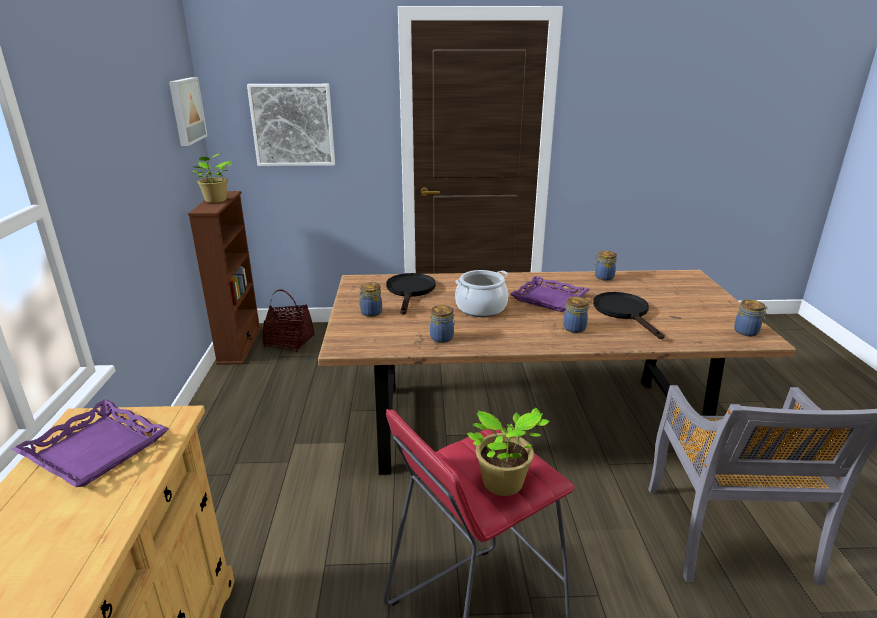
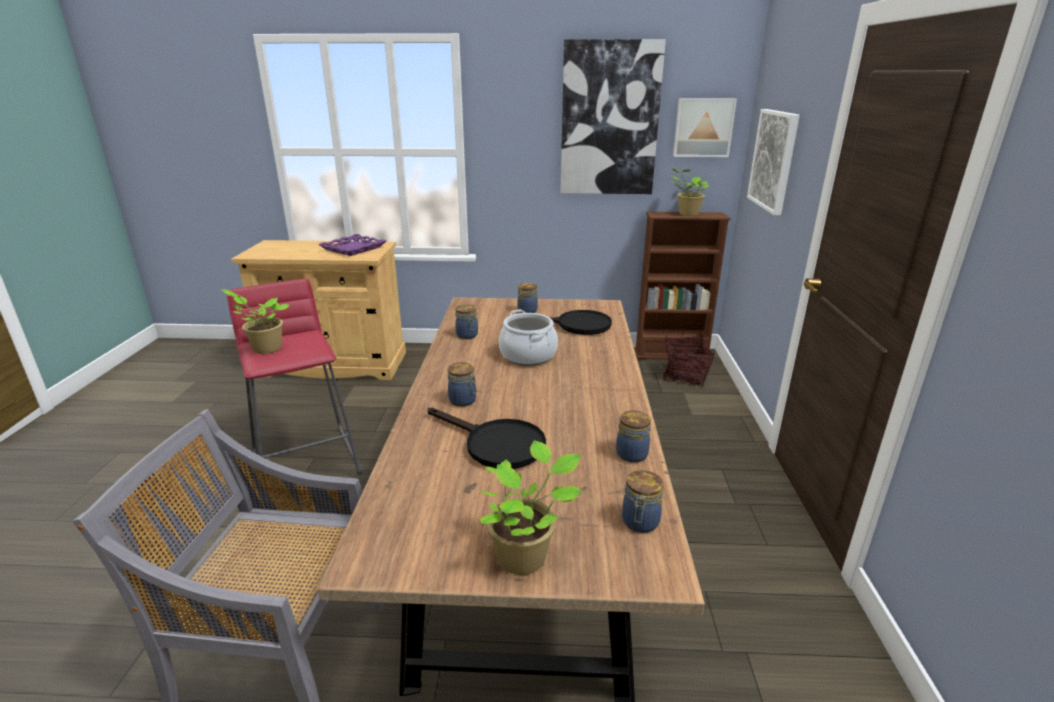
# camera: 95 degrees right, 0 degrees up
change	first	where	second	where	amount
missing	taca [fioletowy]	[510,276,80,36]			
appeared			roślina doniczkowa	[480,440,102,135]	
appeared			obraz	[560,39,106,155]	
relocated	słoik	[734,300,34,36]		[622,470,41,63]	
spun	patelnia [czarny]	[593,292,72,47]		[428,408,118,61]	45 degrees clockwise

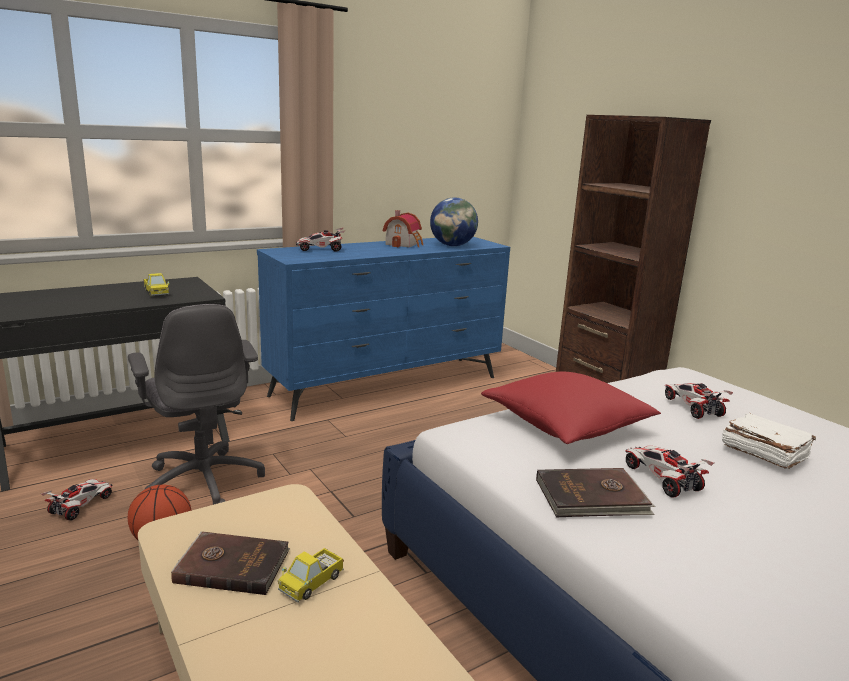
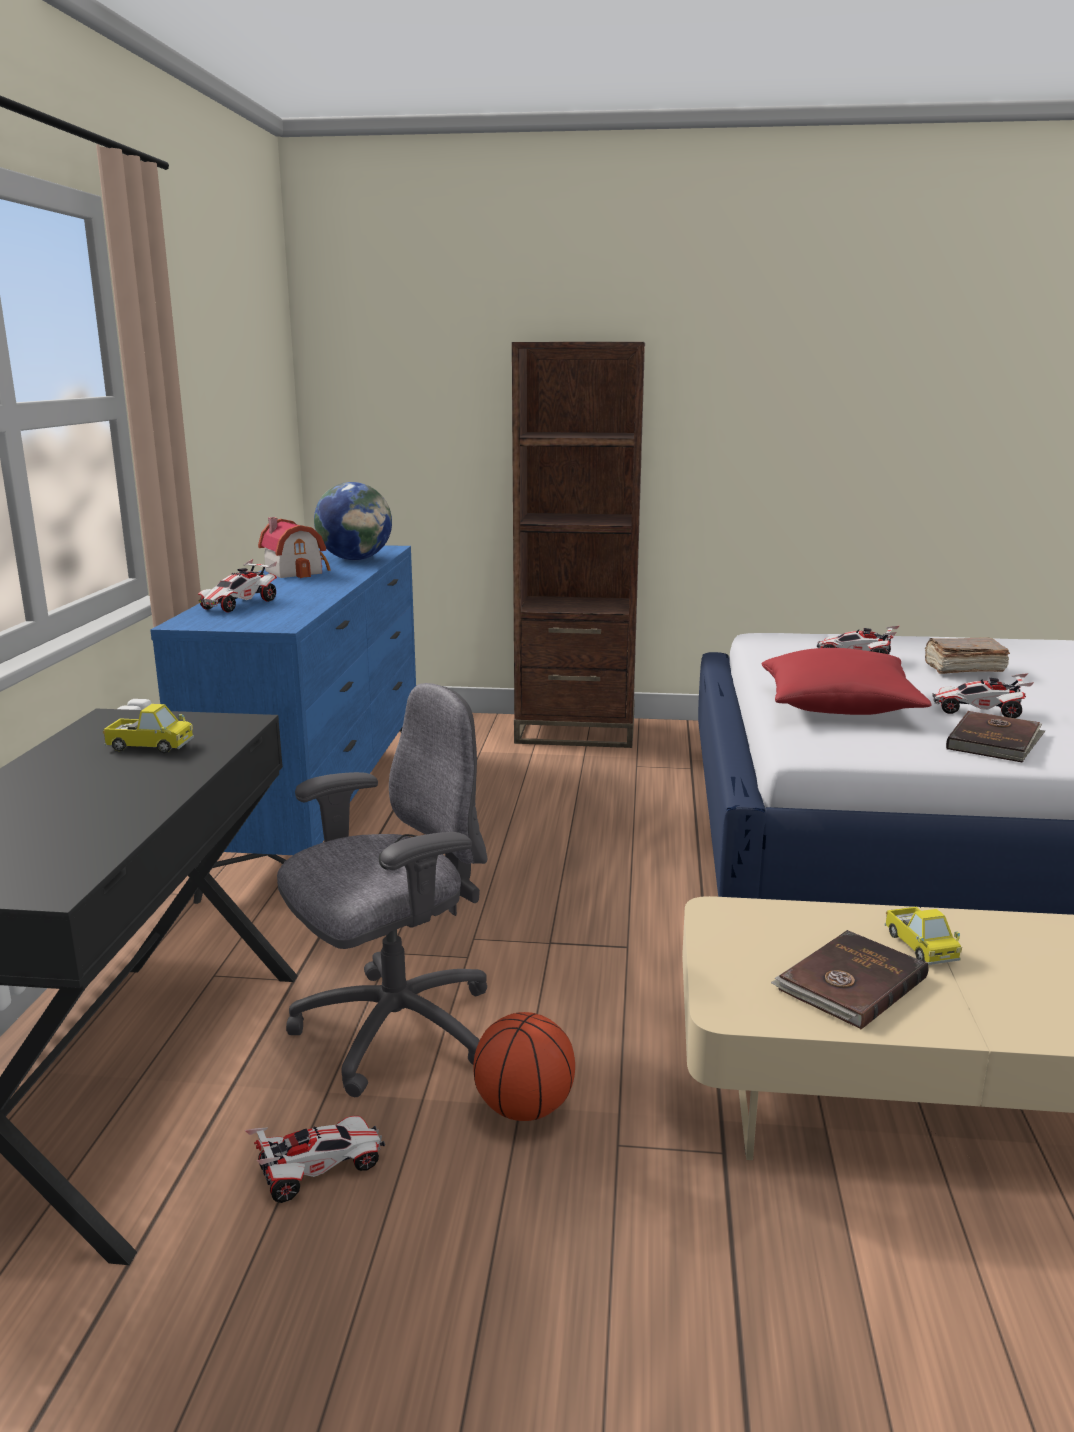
# camera: 50 degrees left, 0 degrees up
change	first	where	second	where	amount
colour	książka [biały]	[722,413,94,56]	książka [brązowy]	[925,637,85,37]	
spun	samochodzik	[41,479,72,42]		[245,1116,140,87]	90 degrees clockwise
spun	krzesło biurowe [szary]	[128,304,137,201]		[277,683,210,414]	45 degrees counterclockwise

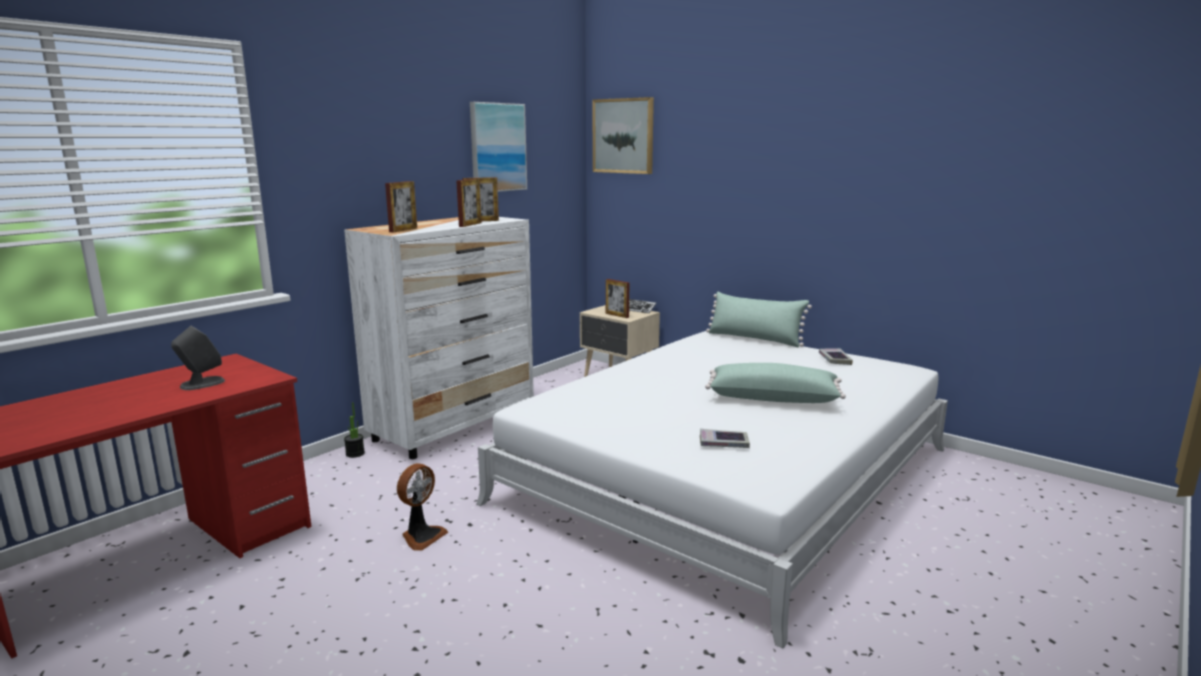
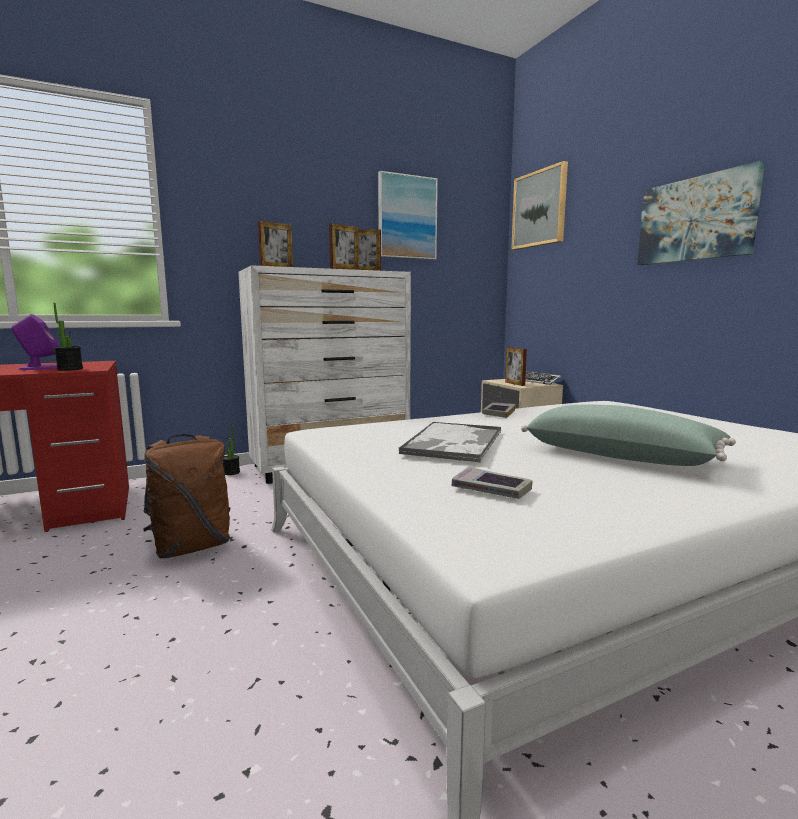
# camera: 25 degrees right, 5 degrees down
change	first	where	second	where	amount
missing	poduszka [zielony]	[706,292,106,55]			
appeared			roślina doniczkowa	[53,303,30,68]	
appeared			taca	[398,422,103,40]	
appeared			obraz	[637,161,128,104]	
relocated	książka	[819,348,34,17]		[482,403,34,15]	
exchanged	wentylator	[397,463,51,88]	plecak [brązowy]	[143,434,88,124]	
colour	głośnik [szary]	[171,326,54,64]	głośnik [fioletowy]	[11,314,47,56]	

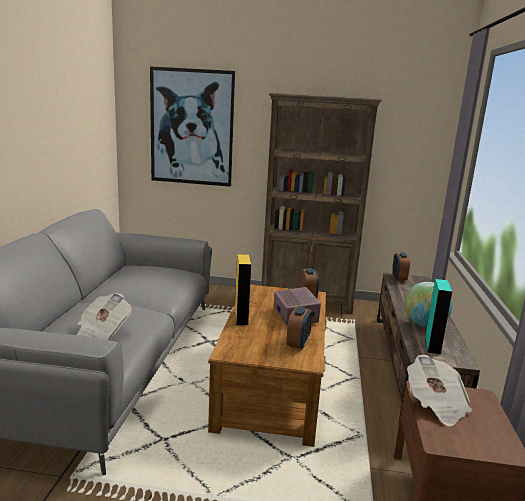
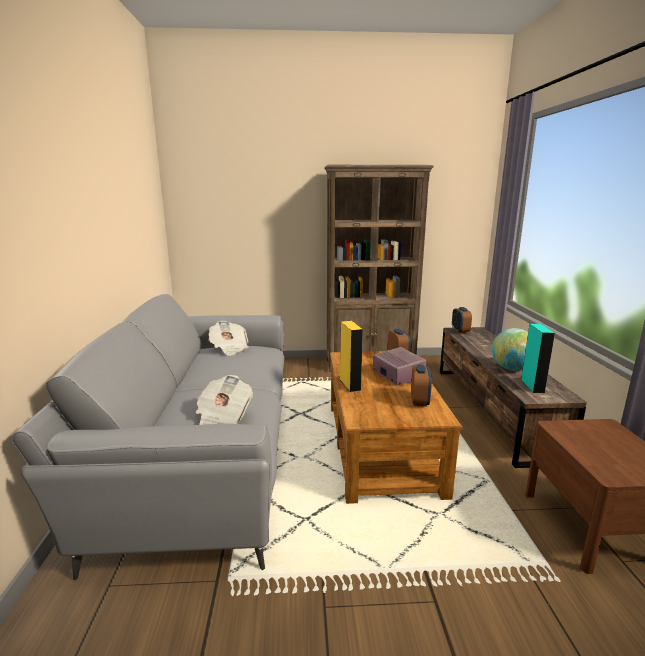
# camera: 10 degrees left, 0 degrees up
change	first	where	second	where	amount
missing	obraz	[150,67,85,120]			
relocated	gazeta	[407,355,65,72]		[209,321,40,35]	

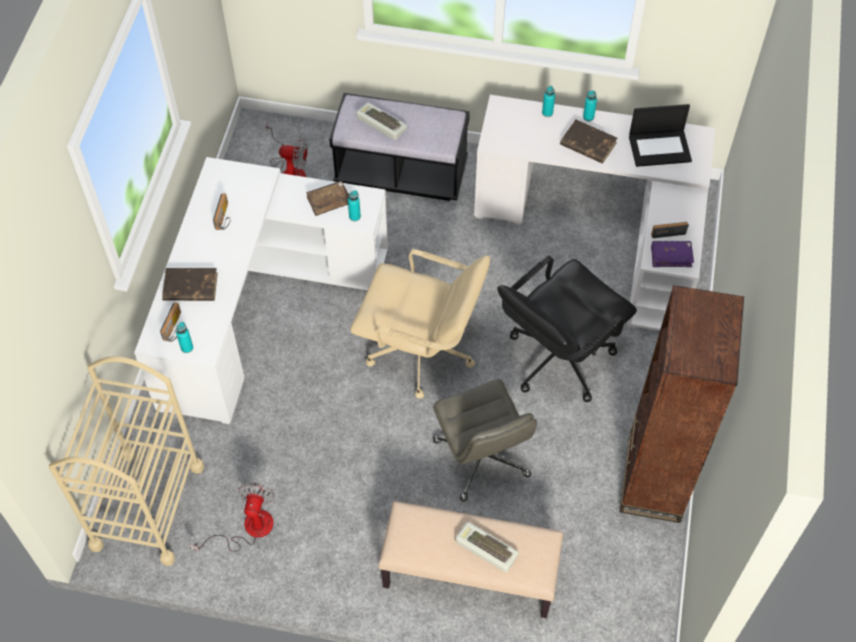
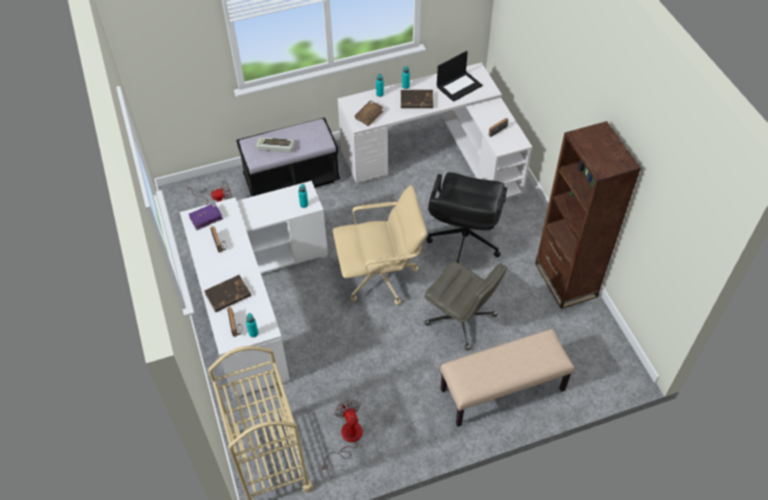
# camera: 30 degrees left, 5 degrees down
change	first	where	second	where	amount
missing	klawiatura	[455,522,64,50]			
relocated	książka [brązowy]	[307,181,42,35]		[355,101,29,25]	
relocated	książka [fioletowy]	[651,241,43,26]		[189,203,34,27]	

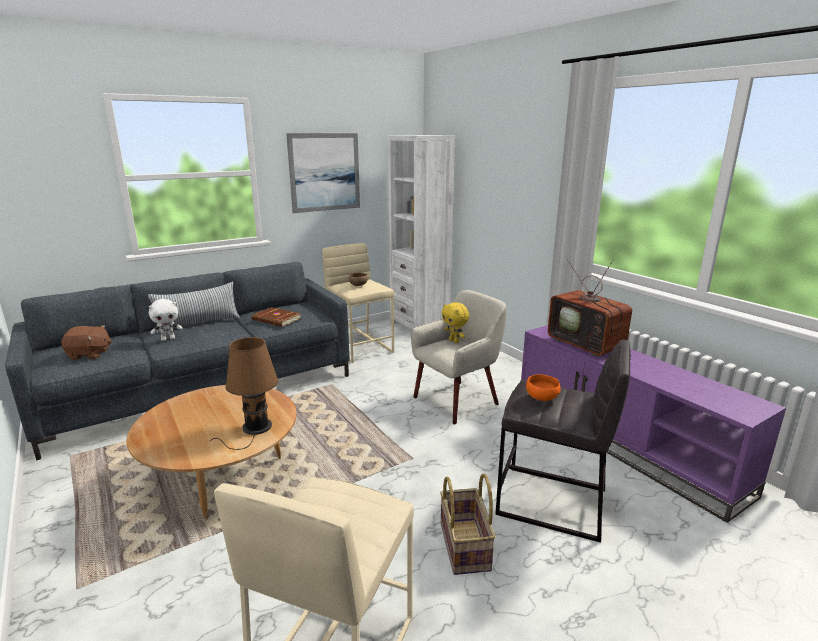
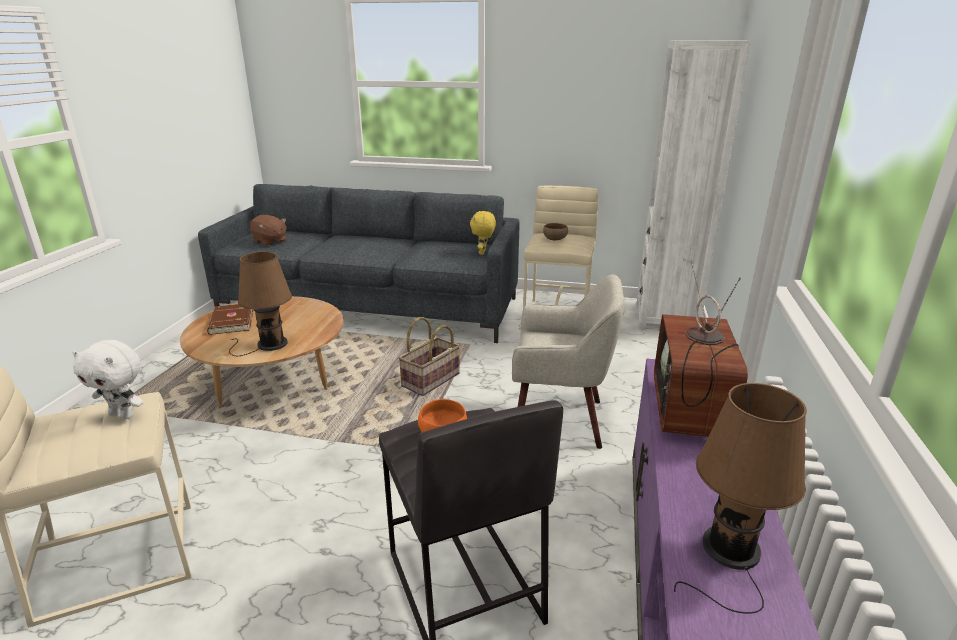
# camera: 45 degrees right, 5 degrees up
change	first	where	second	where	amount
missing	poduszka	[148,282,92,51]			
missing	obraz	[286,133,74,80]			
appeared			lampa stołowa [brązowy]	[674,383,133,231]	
relocated	pluszak [biały]	[149,299,34,42]		[72,340,71,79]	
relocated	książka [brązowy]	[251,307,50,20]		[207,304,47,31]	
relocated	koszyk	[440,474,56,101]		[398,317,62,79]	
relocated	pluszak [żółty]	[442,302,27,41]		[470,211,26,44]	

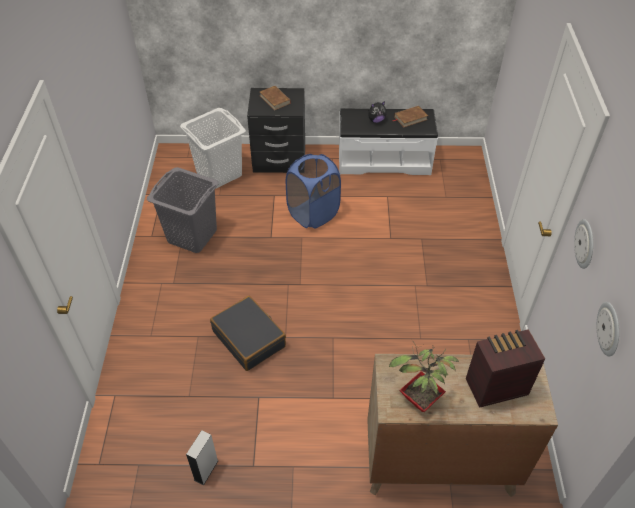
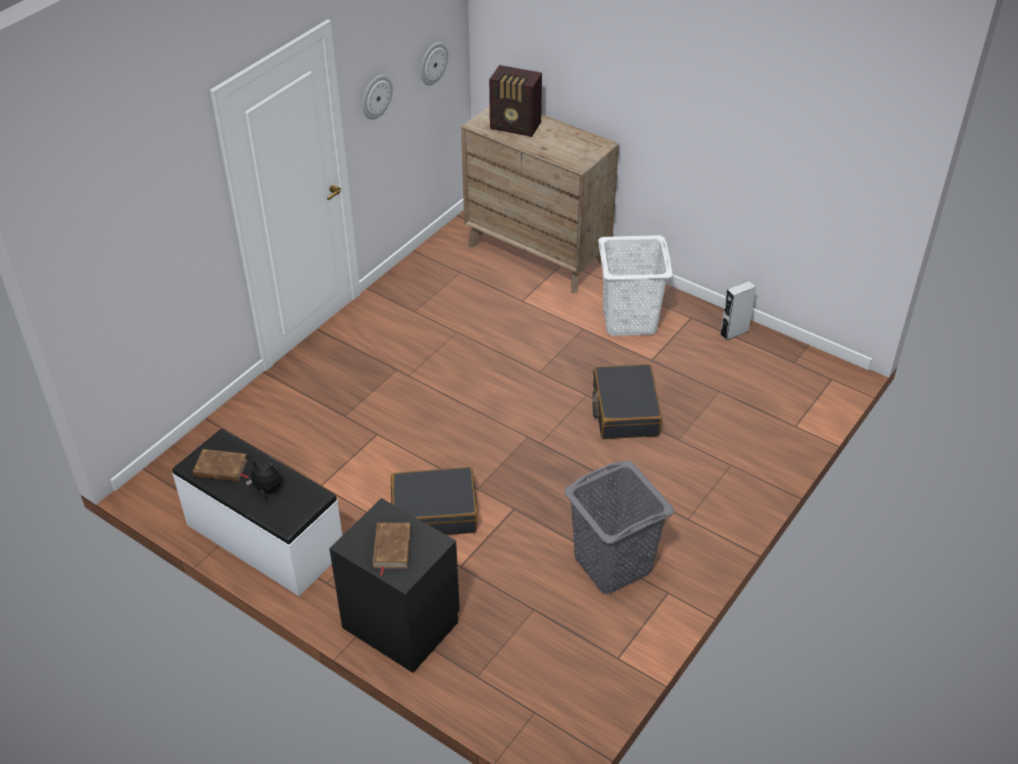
# camera: 145 degrees left, 5 degrees down
change	first	where	second	where	amount
missing	roślina doniczkowa	[389,340,70,72]			
relocated	kosz na pranie [biały]	[180,108,66,81]		[598,235,75,101]	
exchanged	kosz na pranie [niebieski]	[286,154,55,74]	walizka [czarny]	[391,467,87,68]	

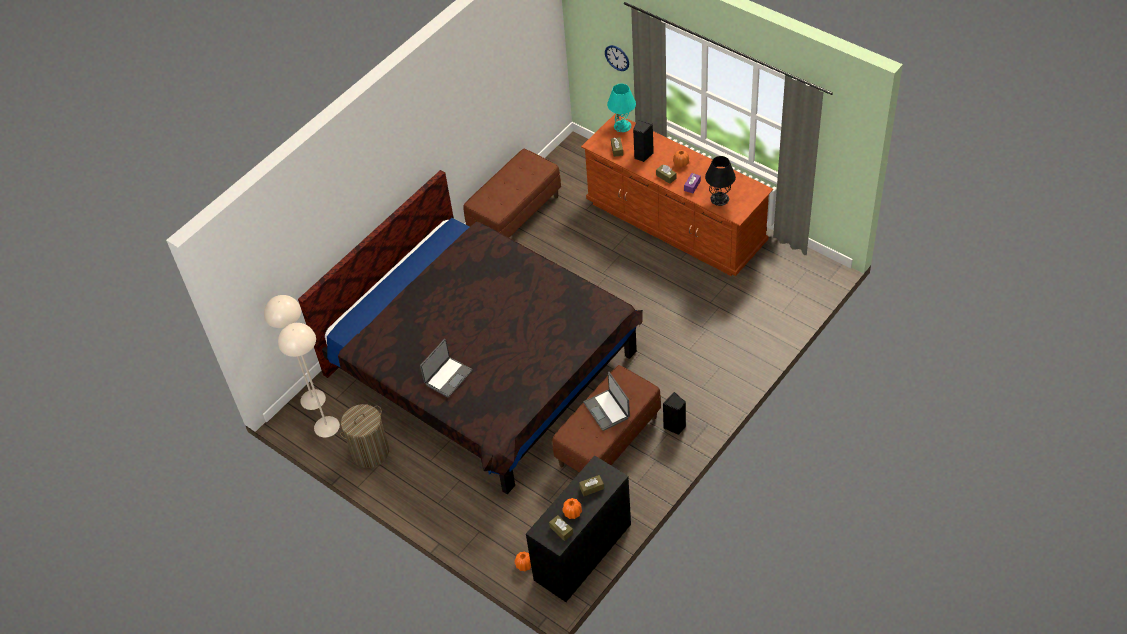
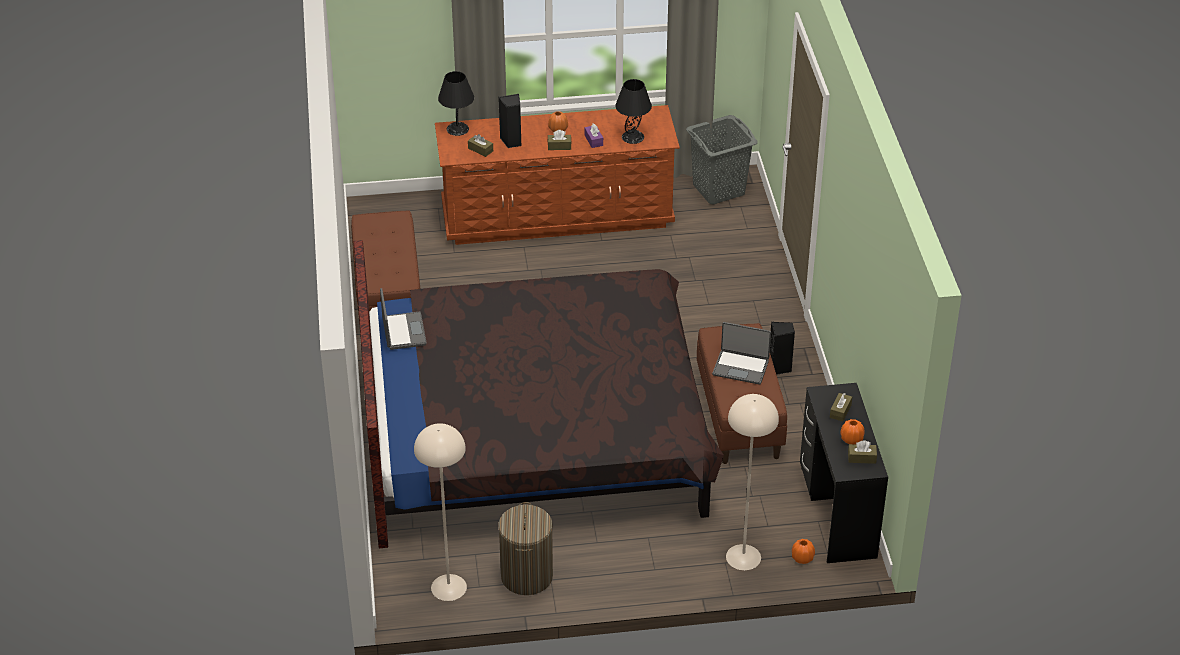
# camera: 50 degrees left, 10 degrees down
change	first	where	second	where	amount
missing	zegar ścienny	[605,45,24,26]			
appeared			kosz na pranie [szary]	[686,115,72,89]	
relocated	lampa stojąca [beżowy]	[264,295,62,115]		[726,394,53,176]	
relocated	laptop	[420,339,53,59]		[380,288,47,62]	
colour	lampa stołowa [turkusowy]	[607,84,29,48]	lampa stołowa [czarny]	[438,71,36,65]	

